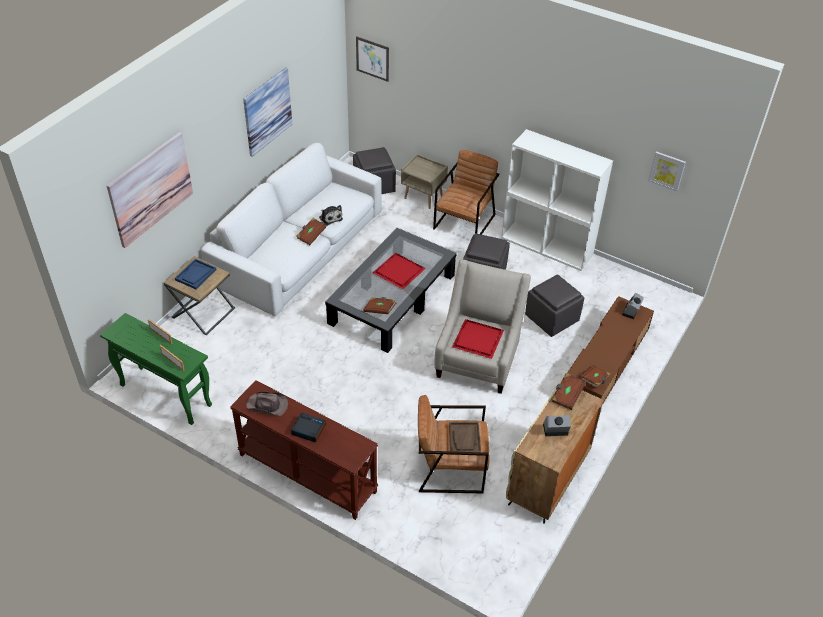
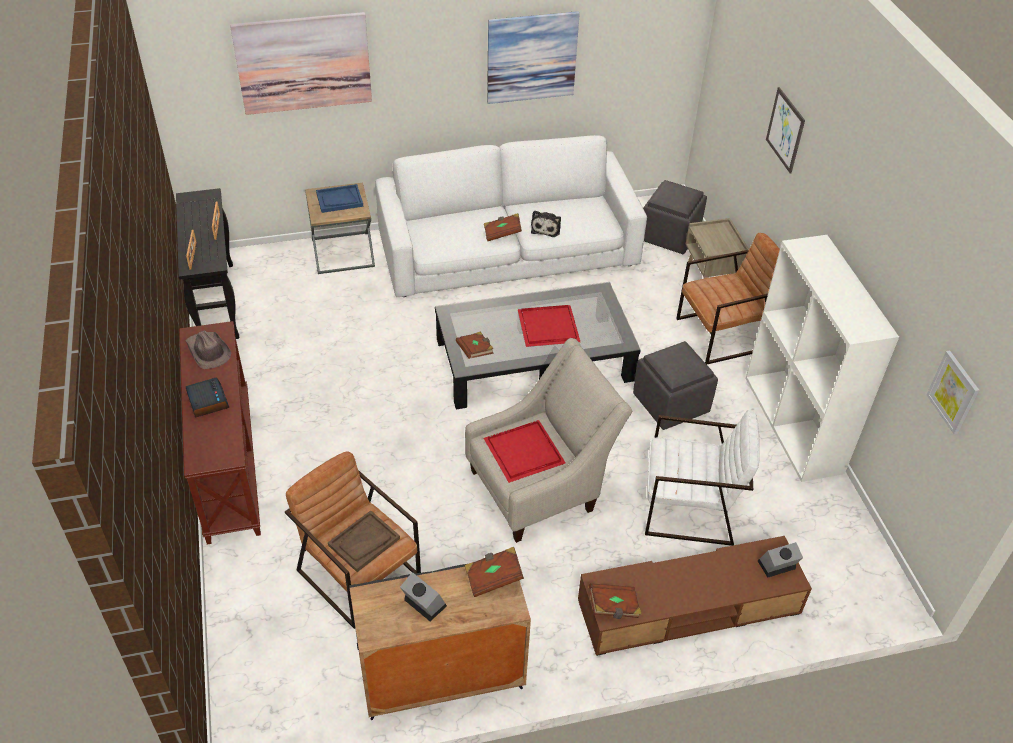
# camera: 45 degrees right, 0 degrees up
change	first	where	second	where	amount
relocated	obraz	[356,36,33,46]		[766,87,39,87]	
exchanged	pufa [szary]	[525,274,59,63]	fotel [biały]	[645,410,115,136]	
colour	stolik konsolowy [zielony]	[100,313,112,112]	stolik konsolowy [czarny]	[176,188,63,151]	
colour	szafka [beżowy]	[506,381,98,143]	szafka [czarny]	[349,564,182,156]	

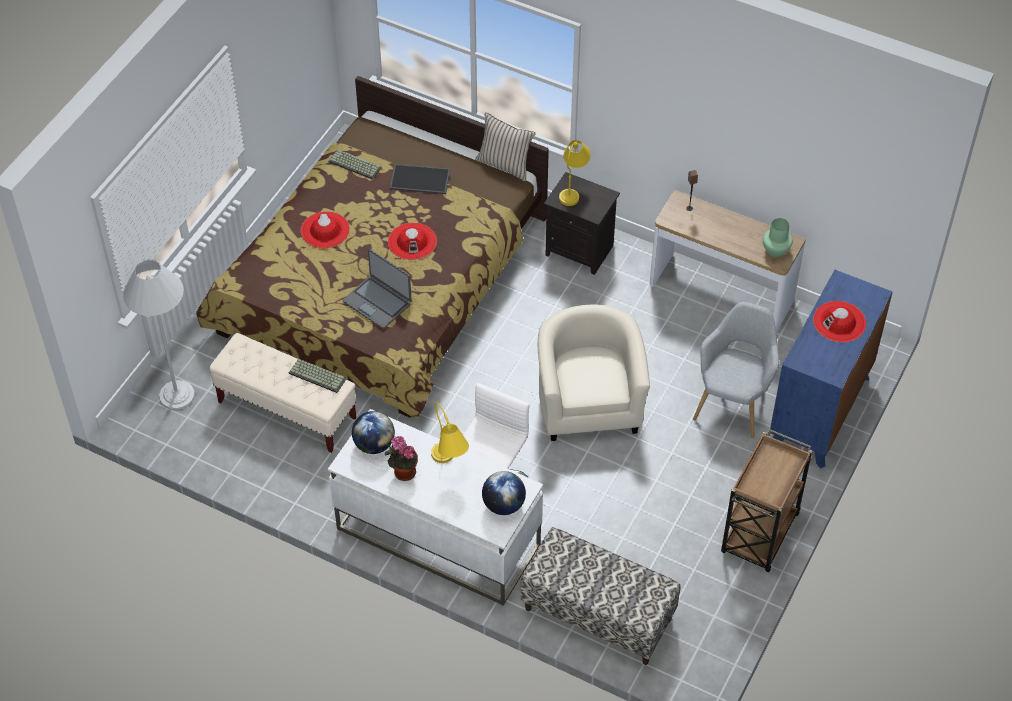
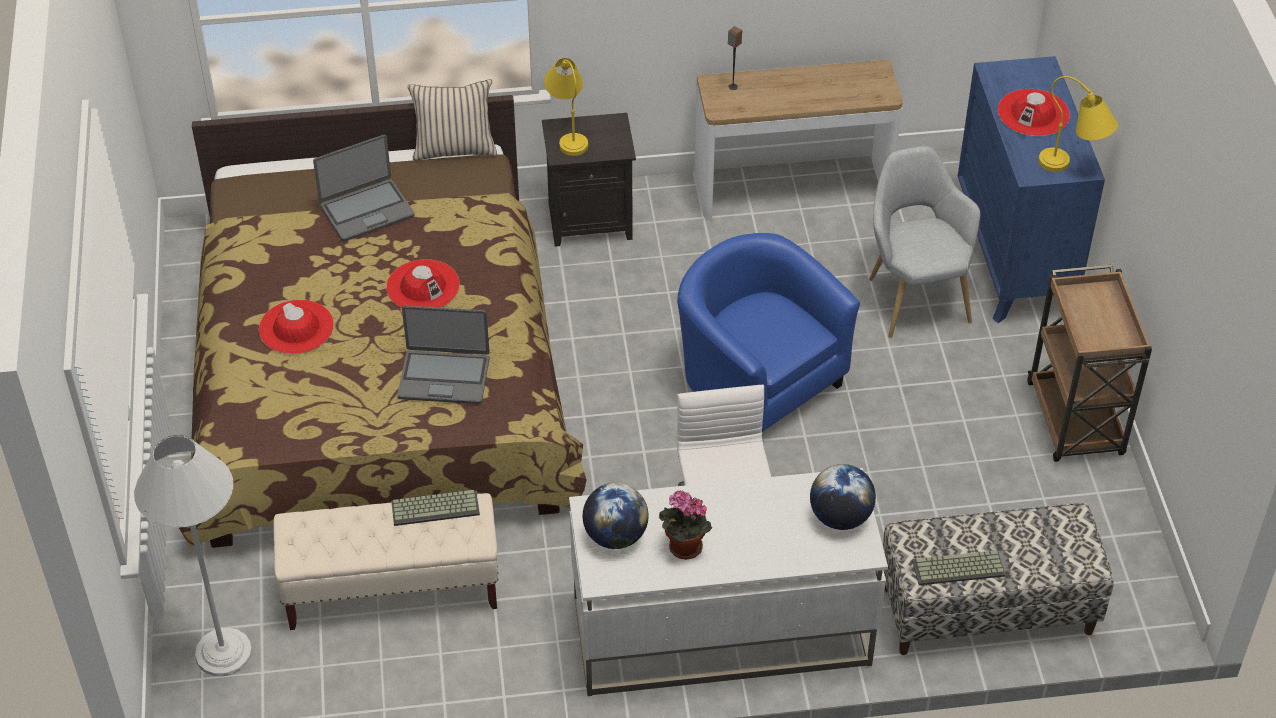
# camera: 35 degrees left, 5 degrees down
change	first	where	second	where	amount
missing	wazon [zielony]	[763,218,30,39]			
relocated	klawiatura	[328,149,54,31]		[912,550,93,35]	
relocated	lampa stołowa [żółty]	[431,402,38,61]		[1038,76,80,96]	
exchanged	taca	[390,164,60,30]	laptop	[313,135,102,106]	
colour	fotel [beżowy]	[538,304,112,137]	fotel [niebieski]	[677,233,183,199]	

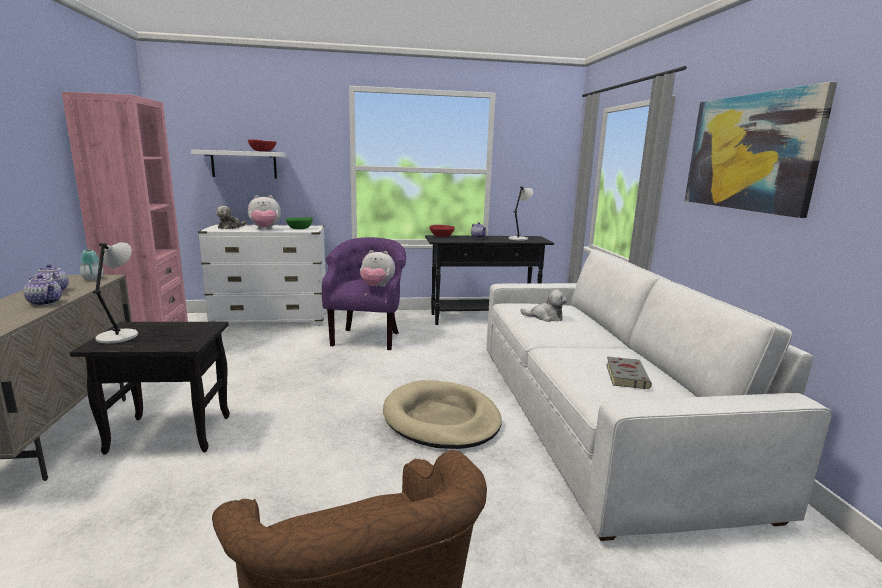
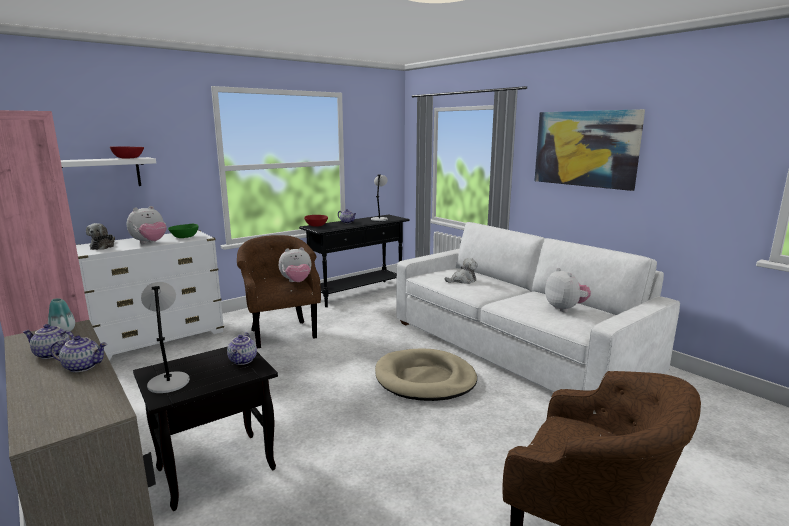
# camera: 30 degrees left, 0 degrees up
change	first	where	second	where	amount
appeared			imbryk	[227,332,30,33]	
exchanged	książka [szary]	[606,357,46,32]	pluszak	[545,268,46,44]	
colour	fotel [fioletowy]	[322,237,84,113]	fotel [brązowy]	[237,235,84,114]	

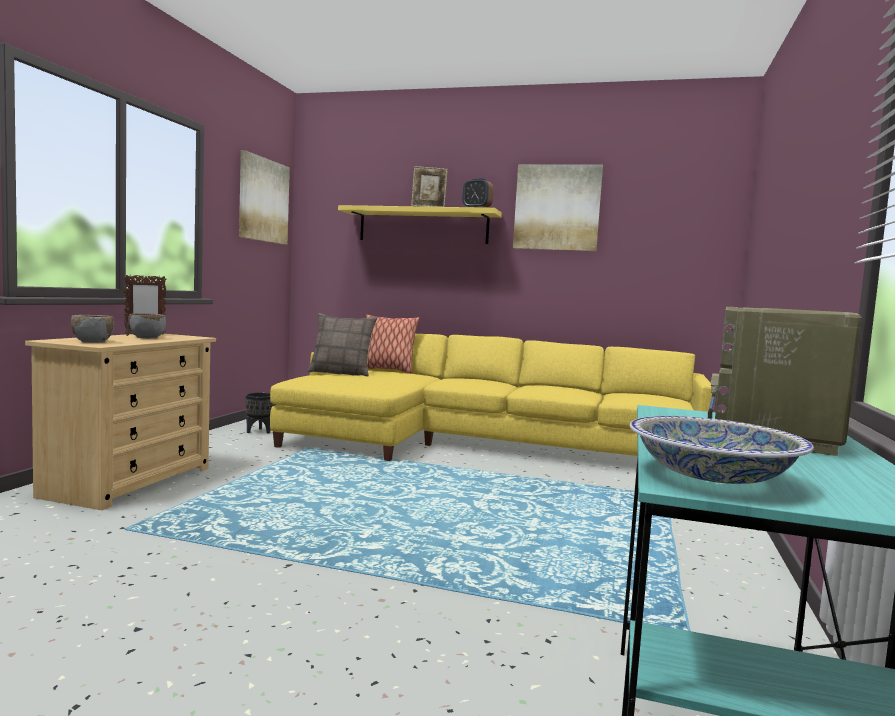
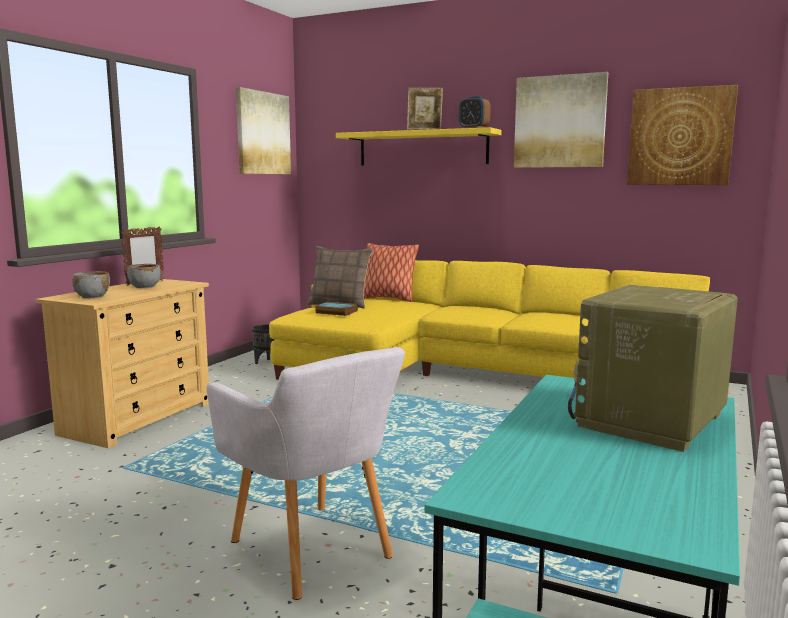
# camera: 10 degrees right, 5 degrees up
change	first	where	second	where	amount
missing	miska	[630,416,184,68]			
appeared			fotel [szary]	[206,347,199,253]	
appeared			książka	[316,302,42,14]	
appeared			obraz	[627,85,111,100]	

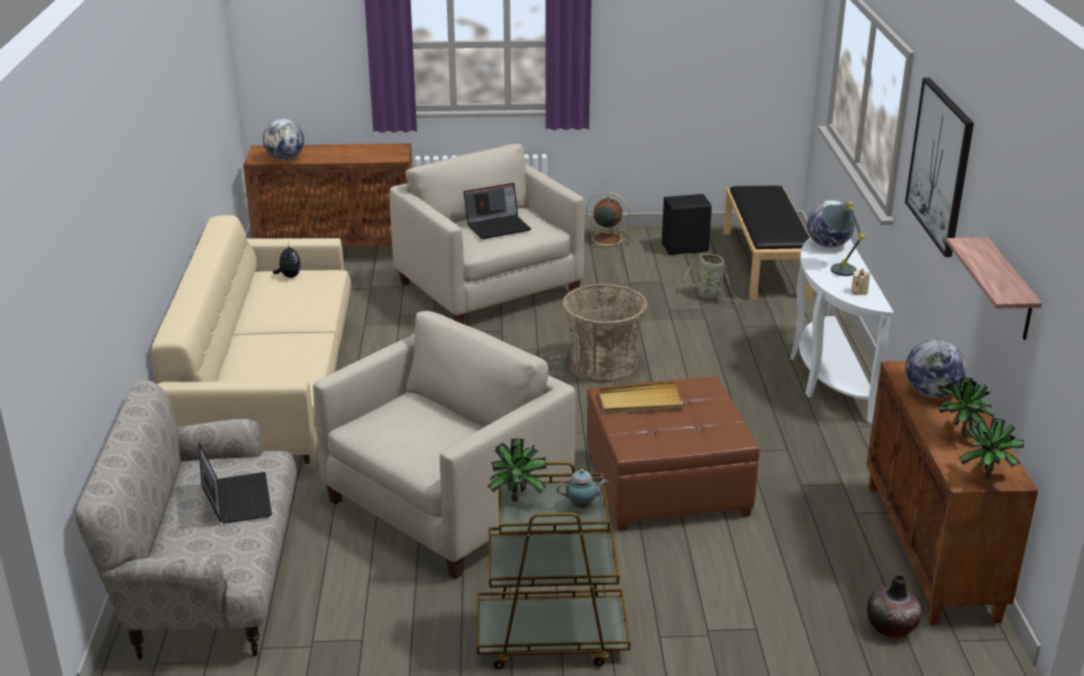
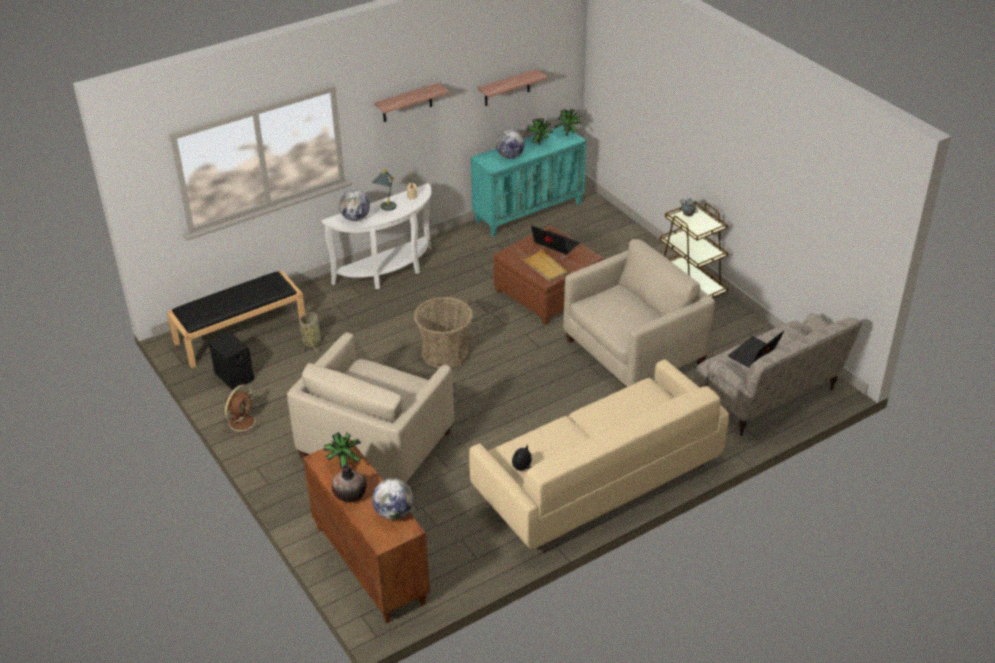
# camera: 120 degrees left, 10 degrees up
change	first	where	second	where	amount
relocated	laptop	[464,183,67,56]		[531,225,49,30]	
relocated	roślina doniczkowa	[488,438,59,63]		[323,432,38,37]	
relocated	wazon	[867,575,55,63]		[331,465,36,38]	
exchanged	obraz	[905,77,69,180]	półka	[374,83,75,39]	
colour	szafka [brązowy]	[866,361,172,264]	szafka [turkusowy]	[471,126,115,111]	
spun	fotel [beżowy]	[313,311,263,268]		[563,239,152,148]	135 degrees clockwise
spun	wentylator [brązowy]	[584,192,46,56]		[223,384,39,51]	135 degrees counterclockwise

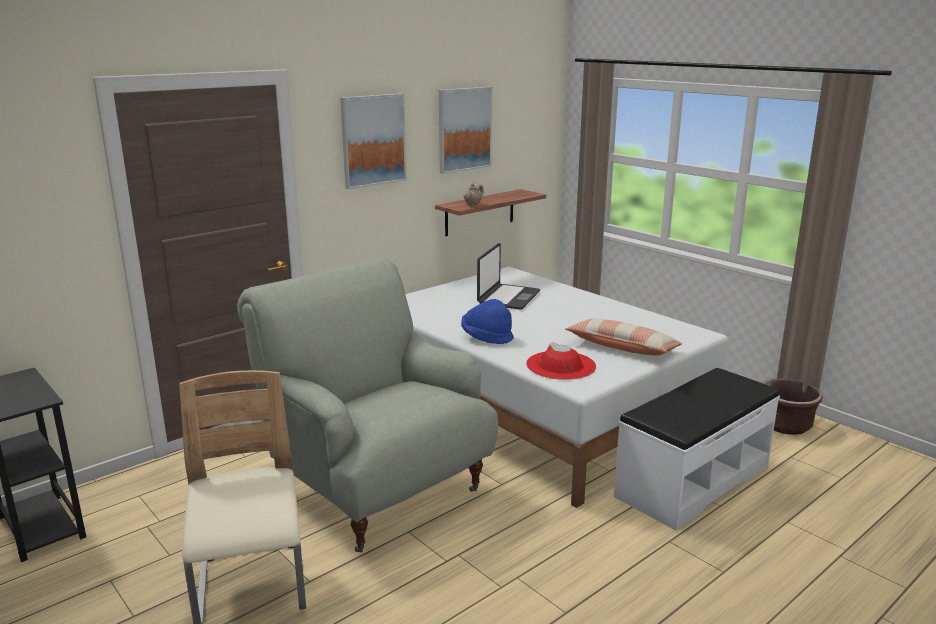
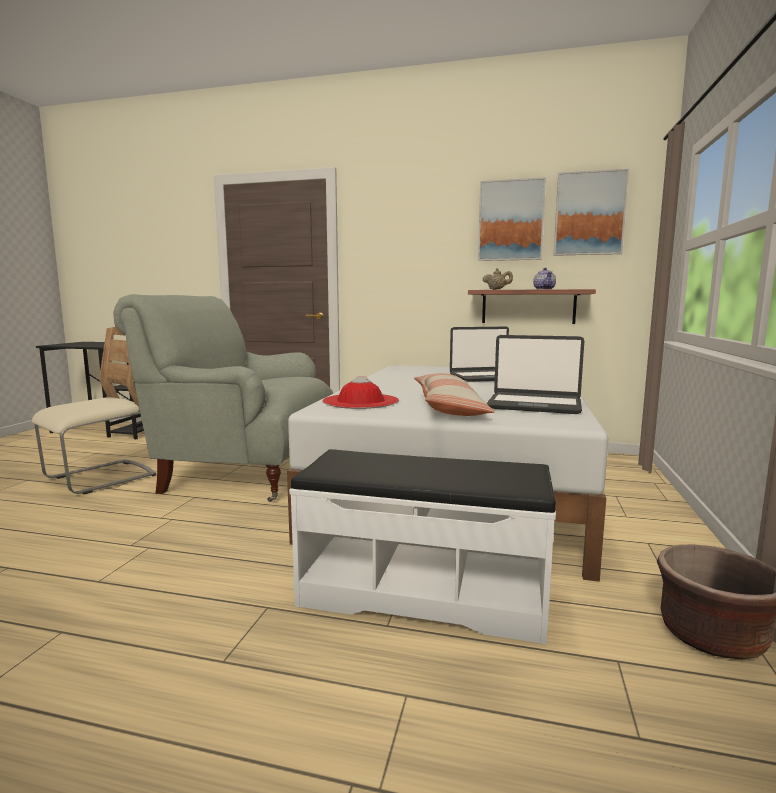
# camera: 55 degrees right, 10 degrees down
change	first	where	second	where	amount
missing	kapelusz [niebieski]	[461,299,53,45]			
appeared			laptop	[487,335,97,79]	
appeared			imbryk	[533,268,23,22]	
relocated	obraz	[340,93,66,96]		[554,169,75,87]	
spun	fotel [szary]	[237,257,261,295]		[113,294,220,208]	90 degrees counterclockwise

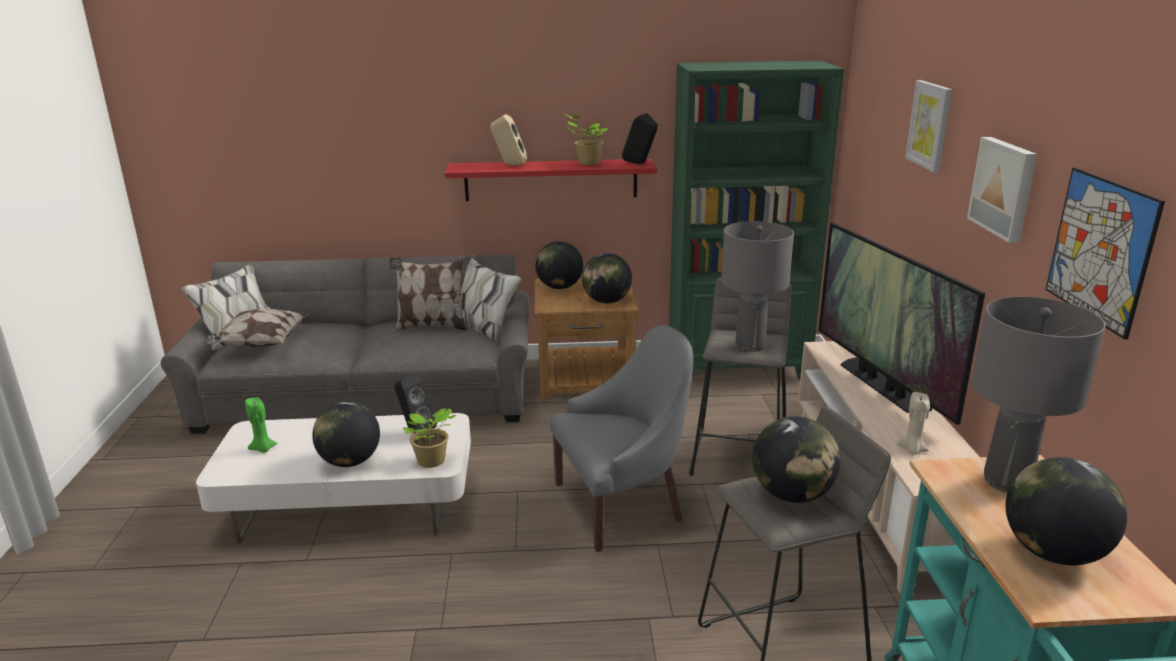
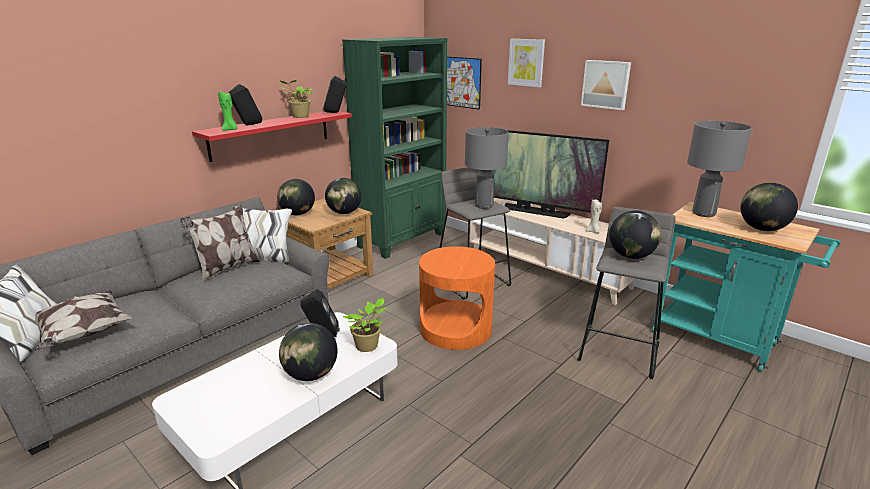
# camera: 45 degrees left, 0 degrees up
change	first	where	second	where	amount
relocated	świeca [zielony]	[245,397,32,56]		[218,92,20,38]	
relocated	obraz	[1046,168,119,172]		[447,57,35,53]	
exchanged	fotel [szary]	[550,325,143,227]	stolik [pomarańczowy]	[419,246,76,104]	
colour	głośnik [beżowy]	[490,114,37,52]	głośnik [czarny]	[229,84,33,41]	

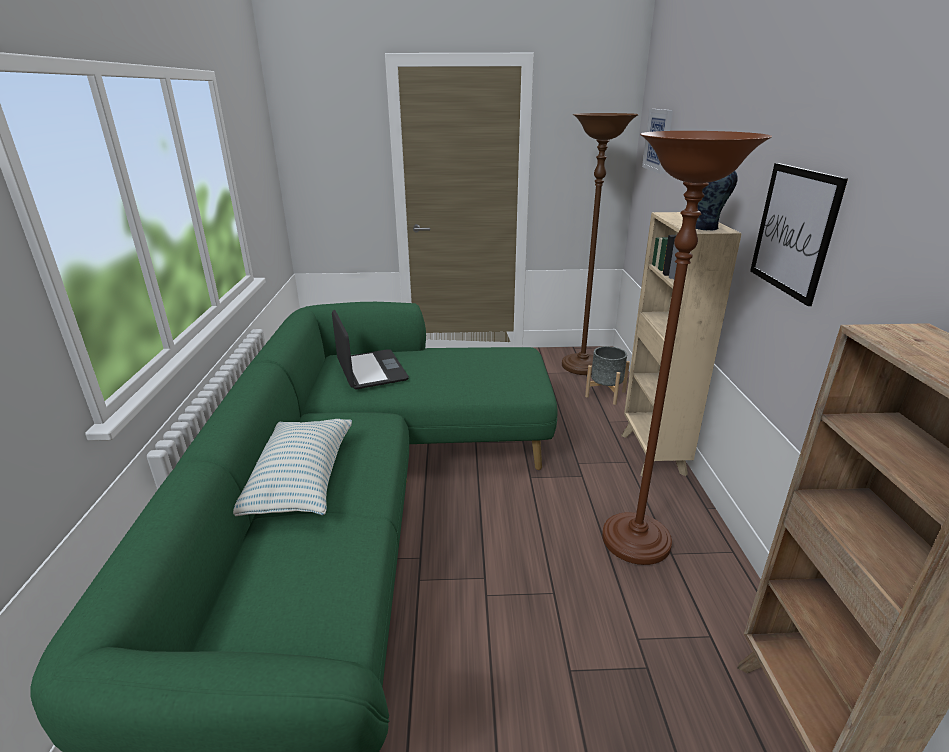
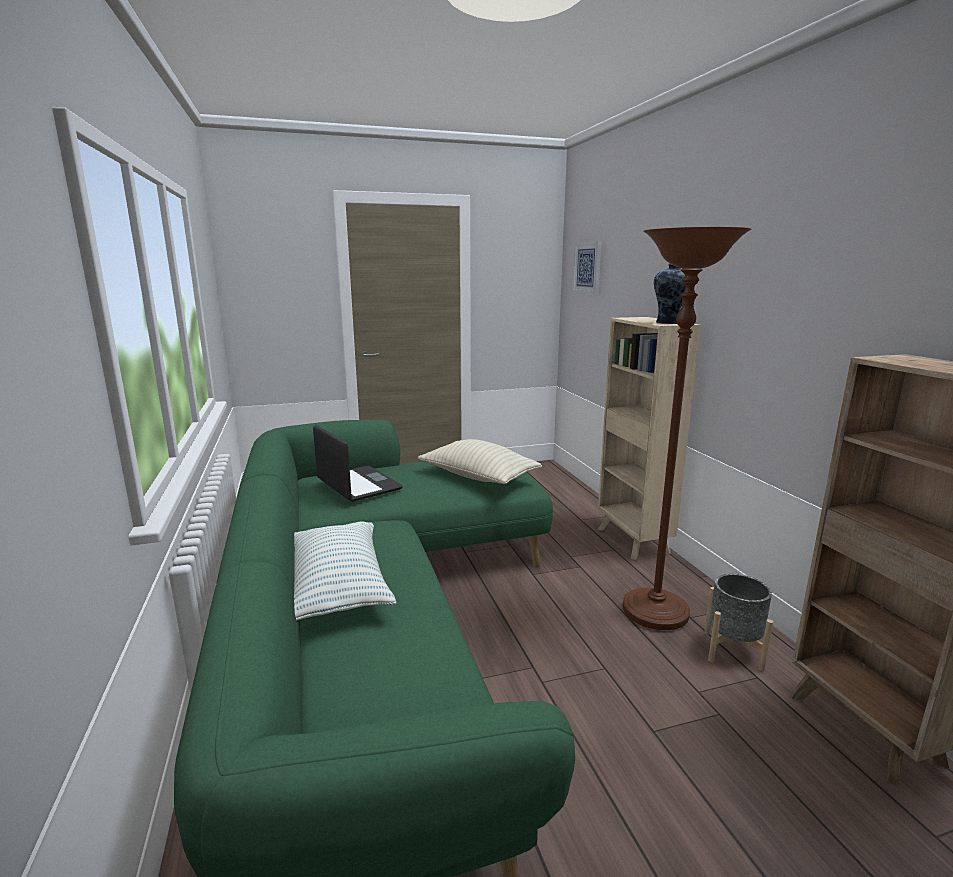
# camera: 15 degrees left, 10 degrees down
change	first	where	second	where	amount
missing	lampa stojąca [brązowy]	[562,113,77,262]			
missing	obraz	[750,163,98,143]			
appeared			poduszka [beżowy]	[418,439,124,45]	
relocated	donica [szary]	[585,346,45,59]		[704,574,69,97]	

